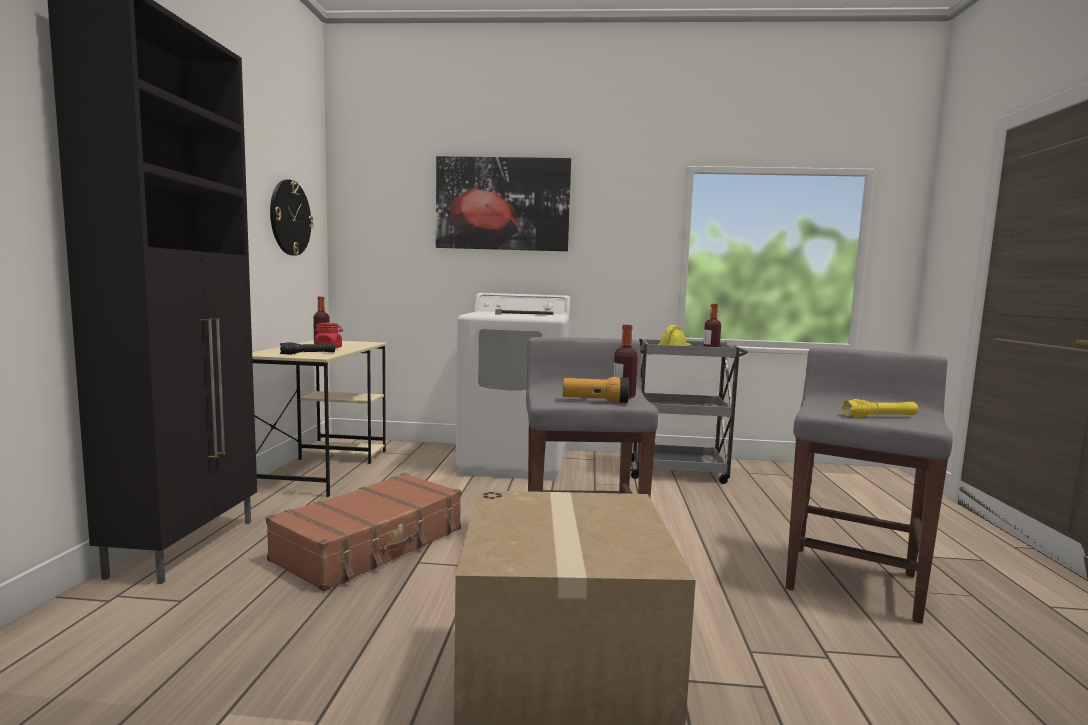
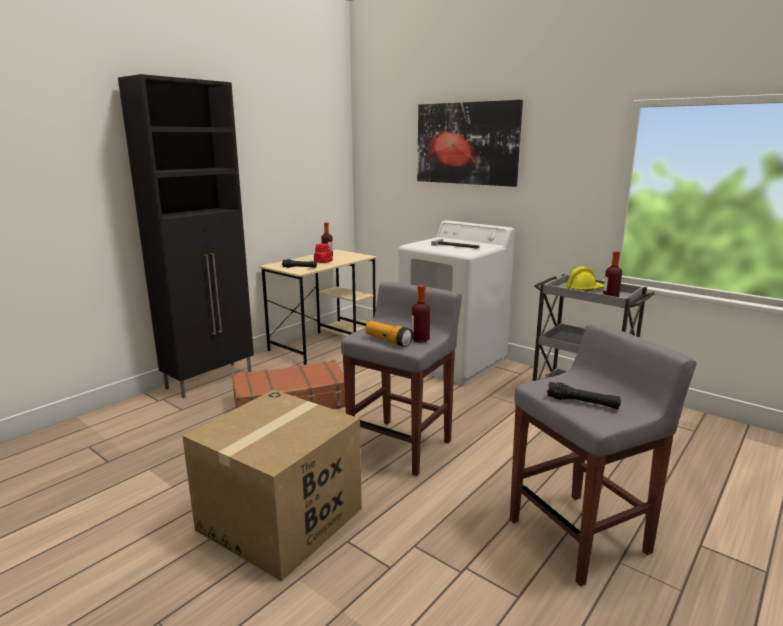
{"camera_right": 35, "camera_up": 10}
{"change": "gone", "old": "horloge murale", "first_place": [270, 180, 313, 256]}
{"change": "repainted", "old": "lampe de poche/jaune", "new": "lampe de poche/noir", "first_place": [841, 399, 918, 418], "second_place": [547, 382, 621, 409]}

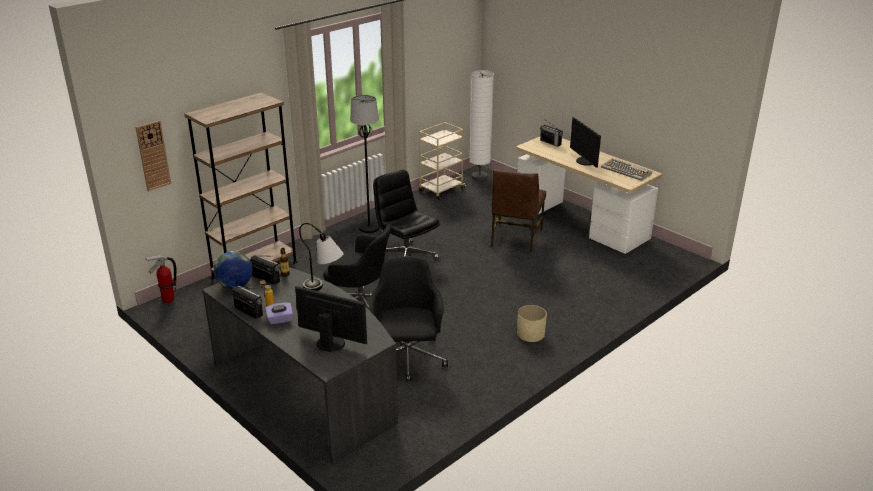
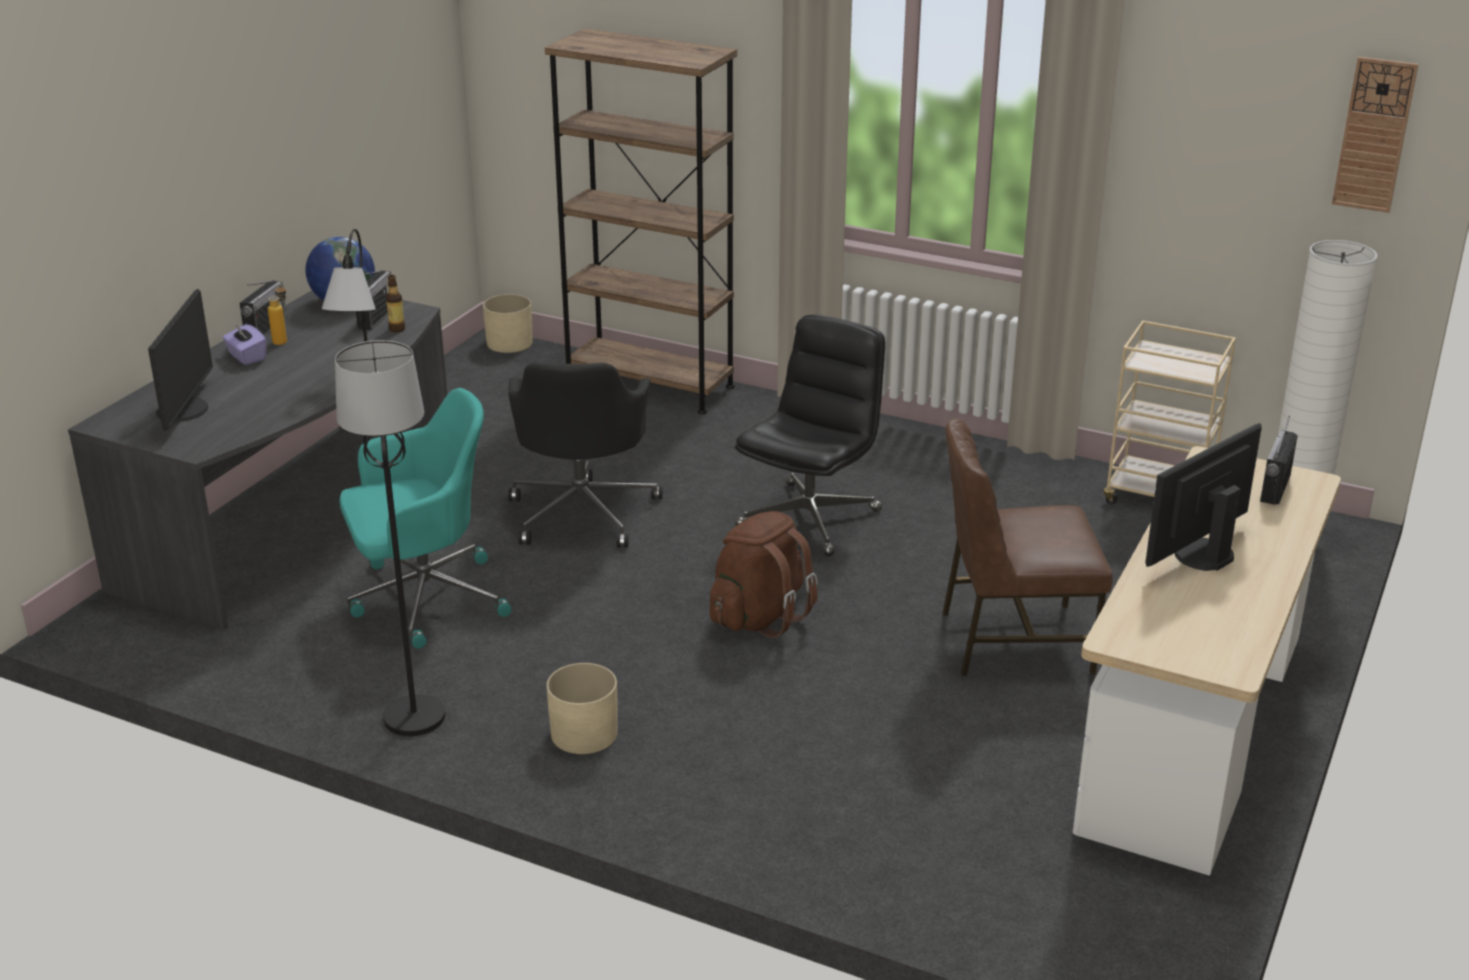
{"camera_right": 70, "camera_up": 0}
{"change": "shifted", "old": "horloge murale", "first_place": [135, 120, 171, 191], "second_place": [1332, 57, 1418, 213]}
{"change": "swapped", "old": "extincteur", "new": "cache-pot/beige", "first_place": [145, 255, 176, 303], "second_place": [483, 294, 533, 353]}
{"change": "shifted", "old": "lampadaire/noir", "first_place": [350, 95, 380, 233], "second_place": [335, 340, 445, 736]}
{"change": "repainted", "old": "chaise de bureau/noir", "new": "chaise de bureau/turquoise", "first_place": [368, 256, 448, 381], "second_place": [339, 388, 512, 649]}
{"change": "gone", "old": "clavier", "first_place": [601, 159, 652, 181]}
{"change": "new", "new": "sac à dos/marron", "second_place": [710, 511, 818, 638]}

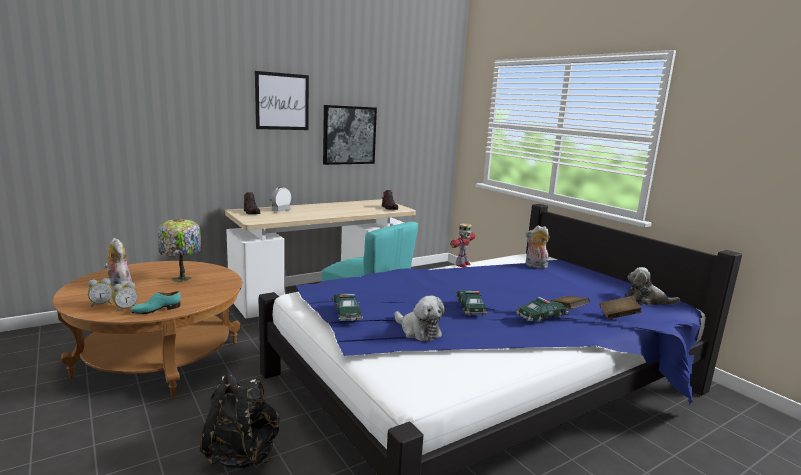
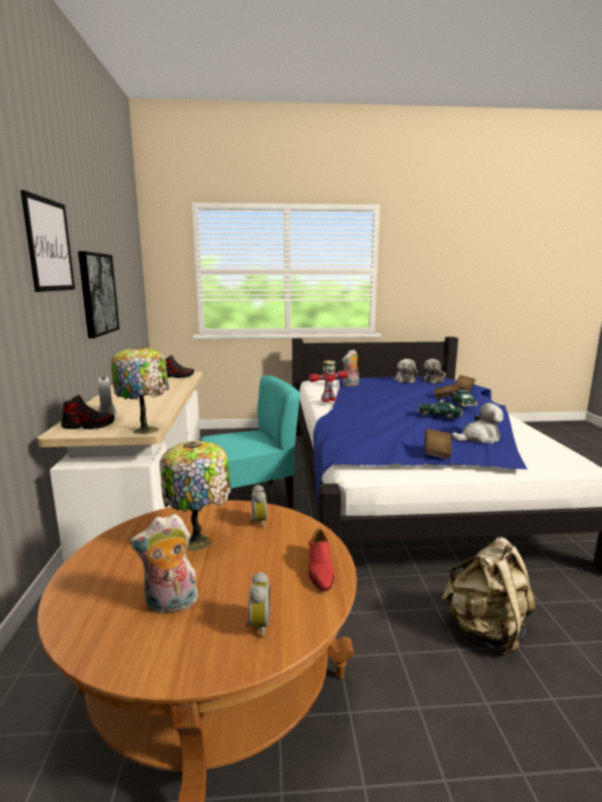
{"camera_right": -60, "camera_up": 0}
{"change": "shifted", "old": "réveil", "first_place": [112, 282, 138, 312], "second_place": [249, 485, 267, 528]}
{"change": "repainted", "old": "chaussure/turquoise", "new": "chaussure/rouge", "first_place": [130, 291, 181, 314], "second_place": [308, 529, 334, 591]}
{"change": "repainted", "old": "sac à dos/noir", "new": "sac à dos/beige", "first_place": [200, 374, 280, 469], "second_place": [442, 537, 536, 655]}
{"change": "swapped", "old": "petite voiture", "new": "livre/marron", "first_place": [333, 293, 363, 321], "second_place": [424, 429, 452, 459]}
{"change": "rotated", "old": "robot jouet", "first_place": [450, 223, 475, 267], "second_place": [308, 361, 348, 402], "degrees": 90}
{"change": "new", "new": "lampe de table", "second_place": [110, 346, 169, 434]}
{"change": "new", "new": "peluche", "second_place": [394, 359, 418, 383]}

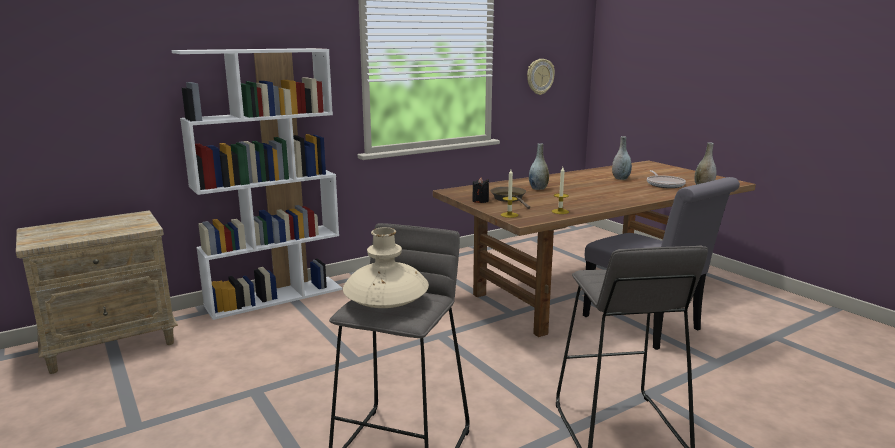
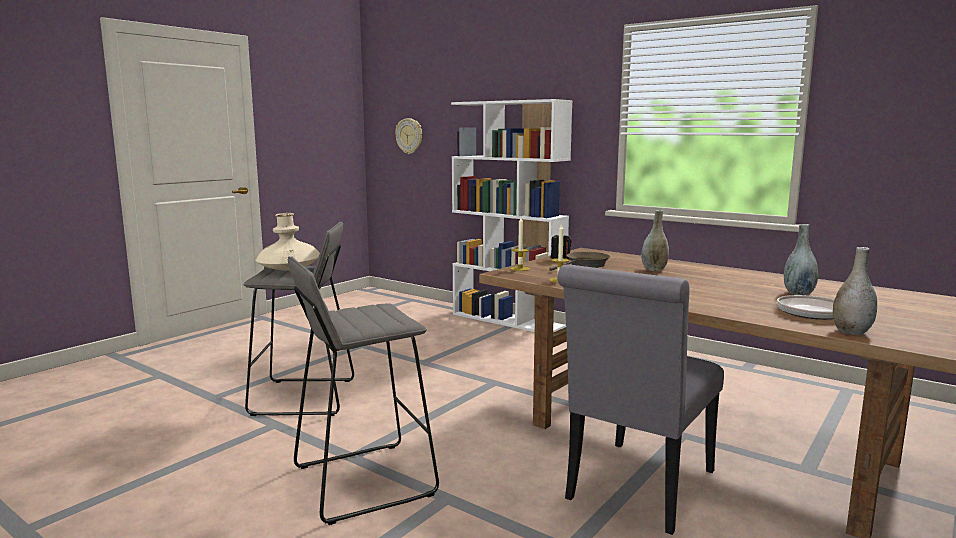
{"camera_right": 70, "camera_up": -5}
{"change": "gone", "old": "table de chevet/beige", "first_place": [16, 211, 178, 374]}
{"change": "shifted", "old": "horloge murale", "first_place": [527, 59, 555, 95], "second_place": [395, 118, 422, 154]}

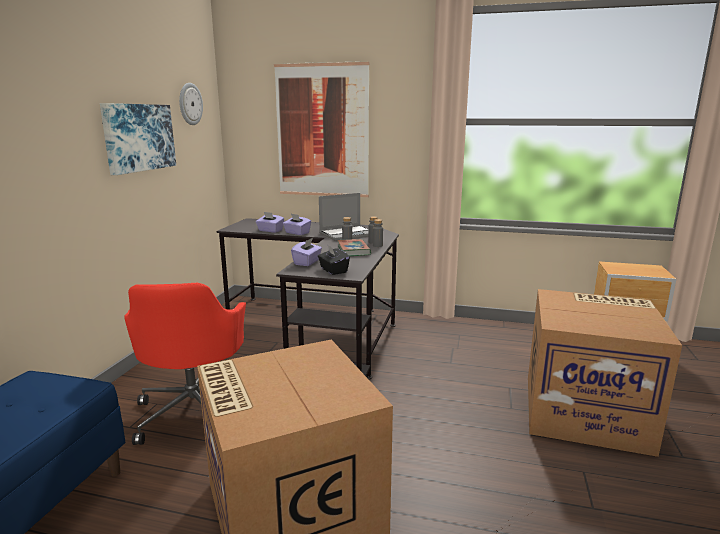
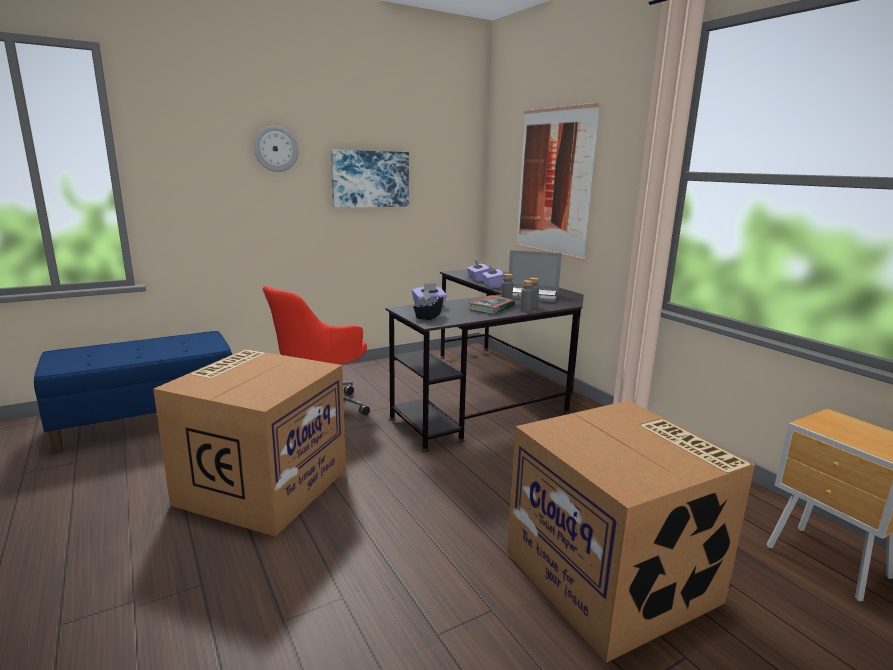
{"camera_right": 45, "camera_up": 0}
{"change": "shifted", "old": "horloge murale", "first_place": [179, 83, 203, 125], "second_place": [254, 126, 298, 172]}

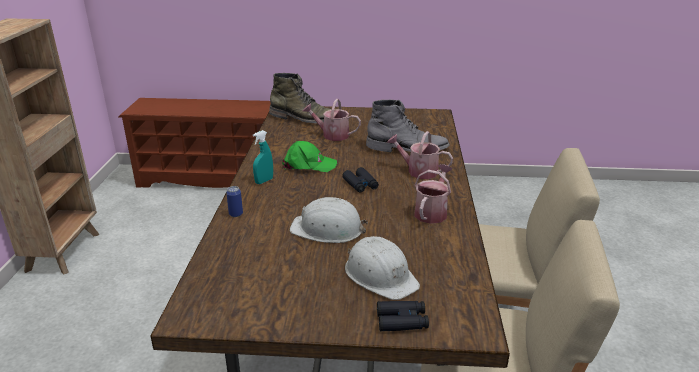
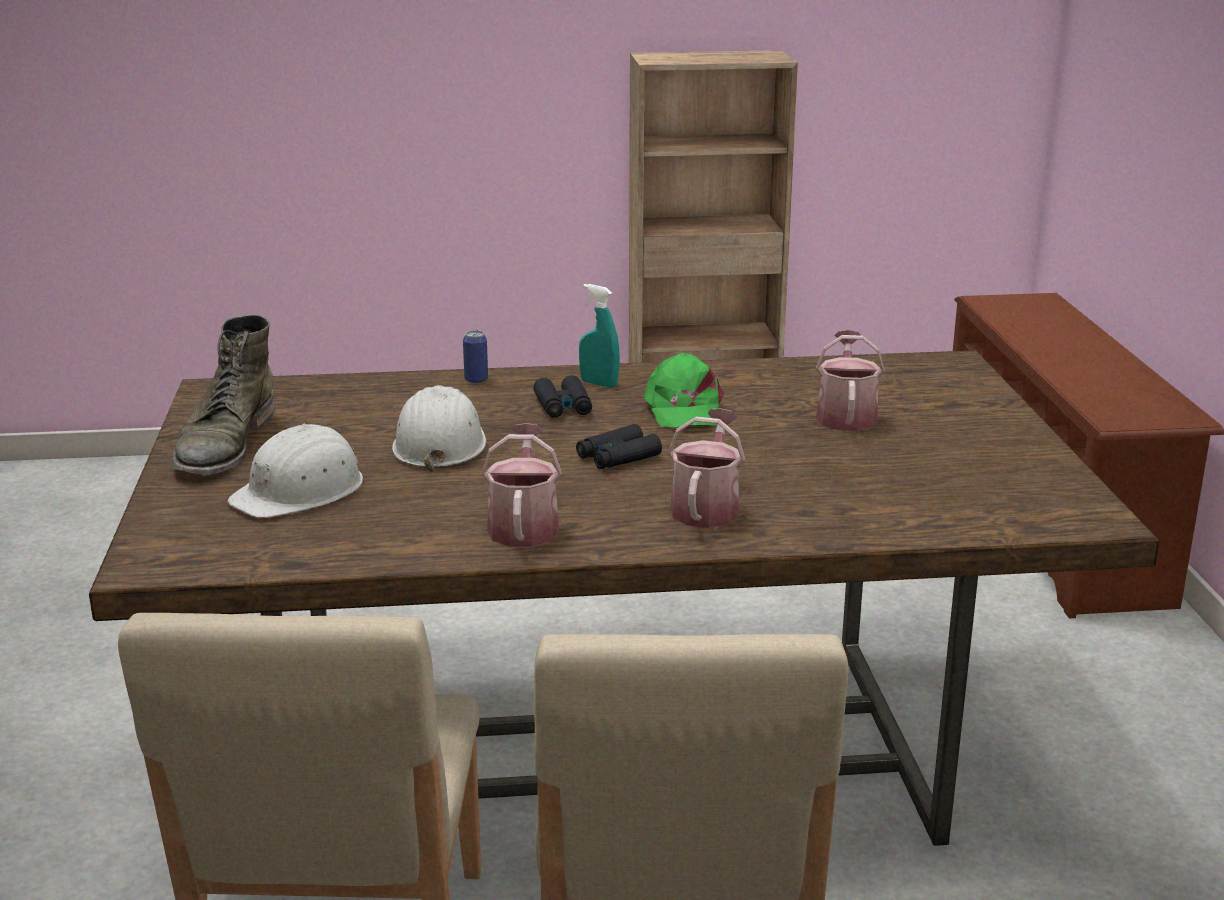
{"camera_right": 80, "camera_up": -5}
{"change": "shifted", "old": "botte/vert", "first_place": [269, 73, 332, 123], "second_place": [171, 315, 274, 476]}
{"change": "gone", "old": "botte/gris", "first_place": [366, 100, 450, 152]}
{"change": "shifted", "old": "jumelles/noir", "first_place": [377, 301, 429, 332], "second_place": [533, 375, 592, 418]}
{"change": "rotated", "old": "arrosoir", "first_place": [414, 164, 453, 224], "second_place": [481, 423, 562, 547], "degrees": -105}

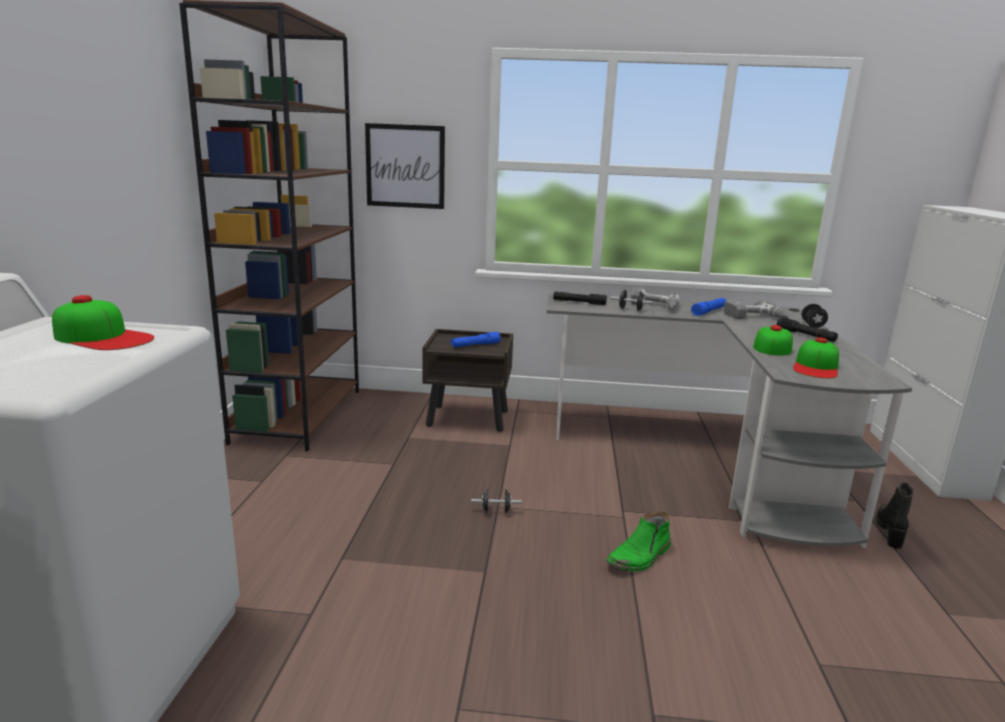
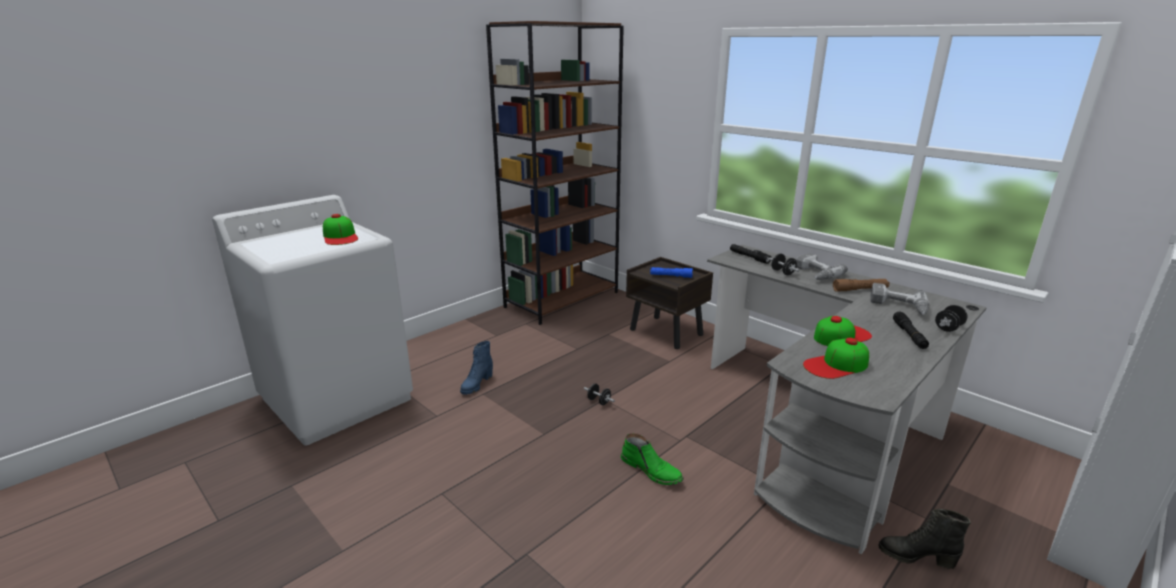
{"camera_right": 40, "camera_up": 5}
{"change": "gone", "old": "tableau", "first_place": [365, 123, 445, 209]}
{"change": "rotated", "old": "botte/vert", "first_place": [606, 512, 671, 572], "second_place": [621, 433, 684, 485], "degrees": -135}
{"change": "repainted", "old": "lampe de poche/bleu", "new": "lampe de poche/marron", "first_place": [691, 298, 727, 316], "second_place": [833, 279, 890, 292]}
{"change": "rotated", "old": "botte/noir", "first_place": [876, 482, 913, 549], "second_place": [878, 509, 971, 569], "degrees": -135}
{"change": "new", "new": "botte/bleu", "second_place": [460, 341, 493, 395]}

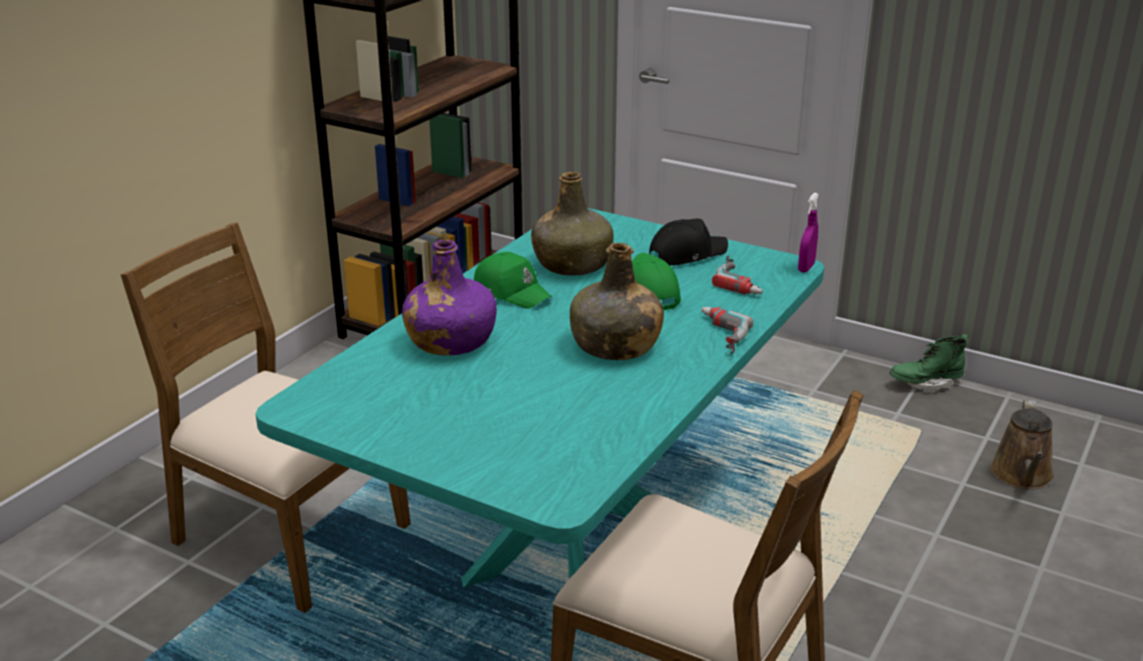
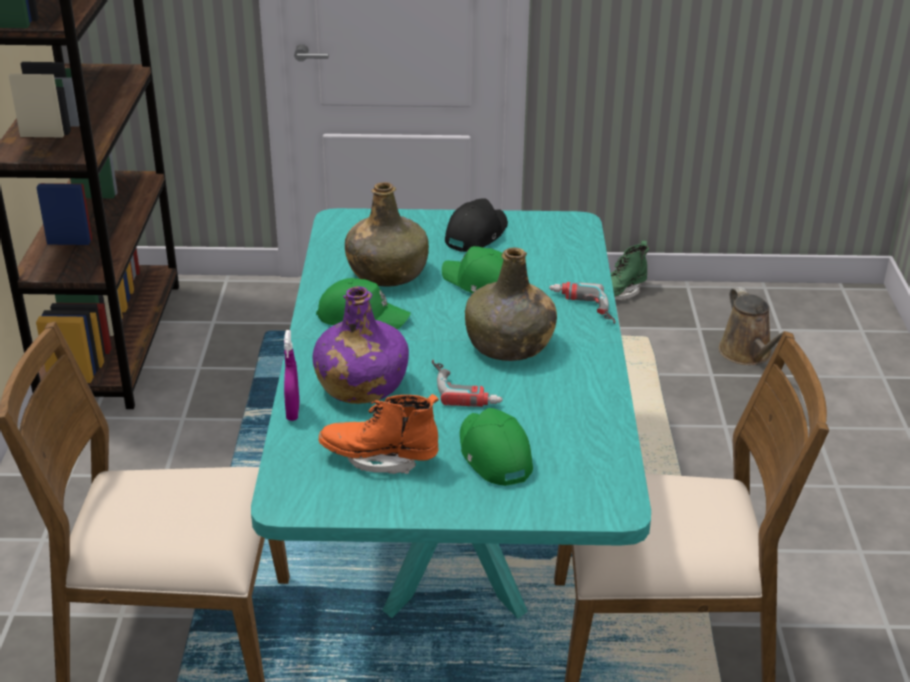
{"camera_right": -30, "camera_up": 5}
{"change": "shifted", "old": "perceuse", "first_place": [712, 256, 763, 295], "second_place": [432, 360, 503, 407]}
{"change": "shifted", "old": "vaporisateur/violet", "first_place": [798, 193, 819, 273], "second_place": [284, 330, 300, 421]}
{"change": "new", "new": "botte/orange", "second_place": [319, 394, 439, 474]}
{"change": "new", "new": "casquette/vert", "second_place": [460, 408, 533, 486]}

